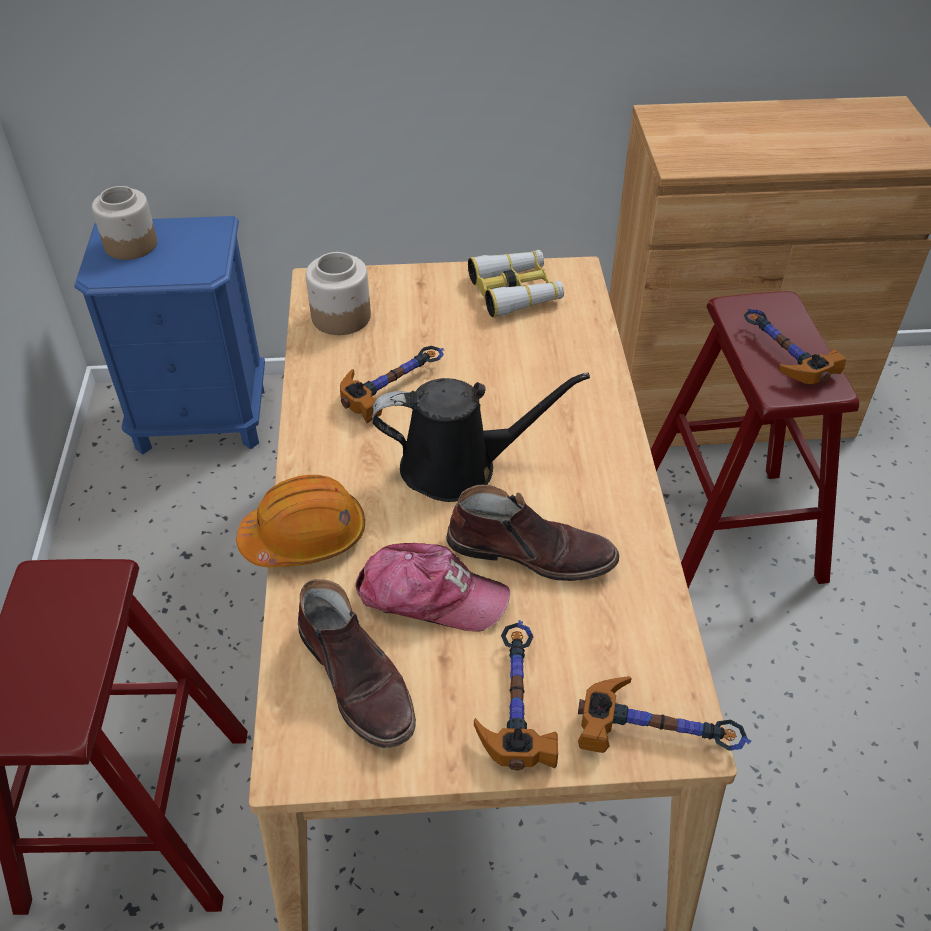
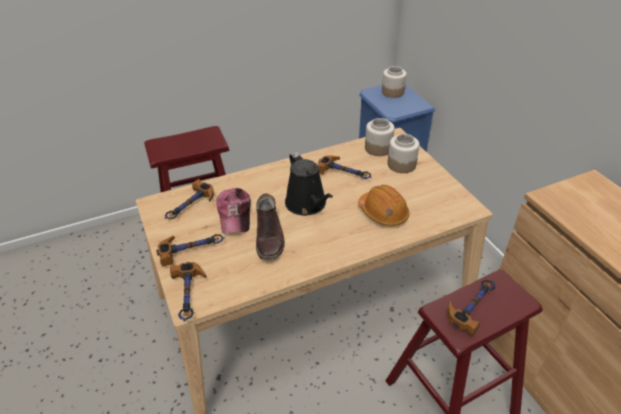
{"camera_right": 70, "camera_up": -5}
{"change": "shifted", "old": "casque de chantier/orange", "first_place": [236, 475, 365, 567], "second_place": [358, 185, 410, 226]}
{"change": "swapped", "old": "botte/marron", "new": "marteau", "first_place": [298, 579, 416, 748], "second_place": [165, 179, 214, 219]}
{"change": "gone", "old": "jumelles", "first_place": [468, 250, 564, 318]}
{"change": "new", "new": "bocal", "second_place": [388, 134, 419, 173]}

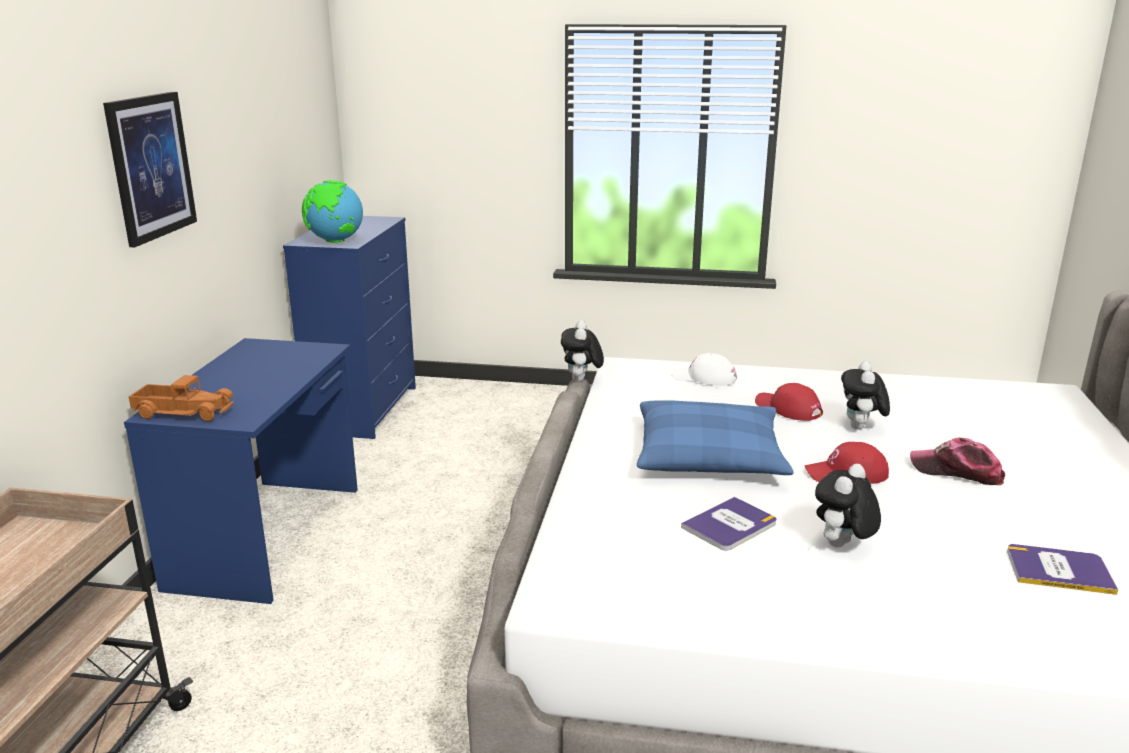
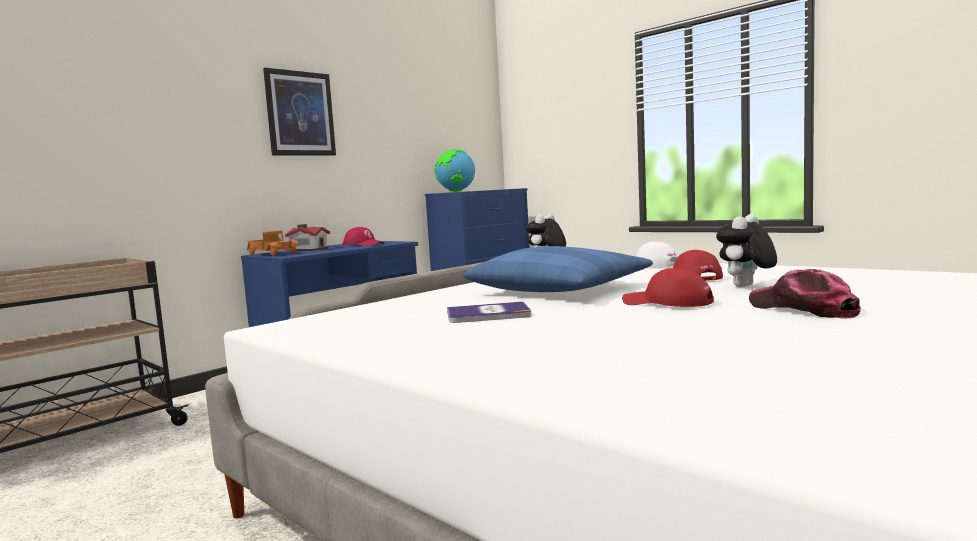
{"camera_right": 35, "camera_up": -15}
{"change": "gone", "old": "peluche", "first_place": [815, 464, 881, 548]}
{"change": "gone", "old": "livre", "first_place": [1007, 544, 1118, 595]}
{"change": "new", "new": "maison miniature", "second_place": [285, 224, 330, 251]}
{"change": "new", "new": "casquette/rouge", "second_place": [342, 227, 384, 246]}

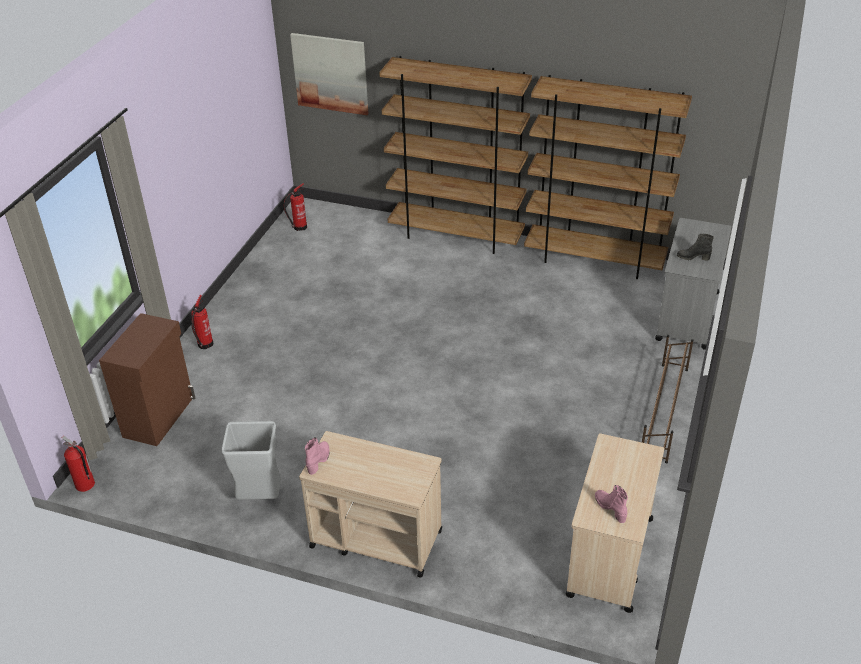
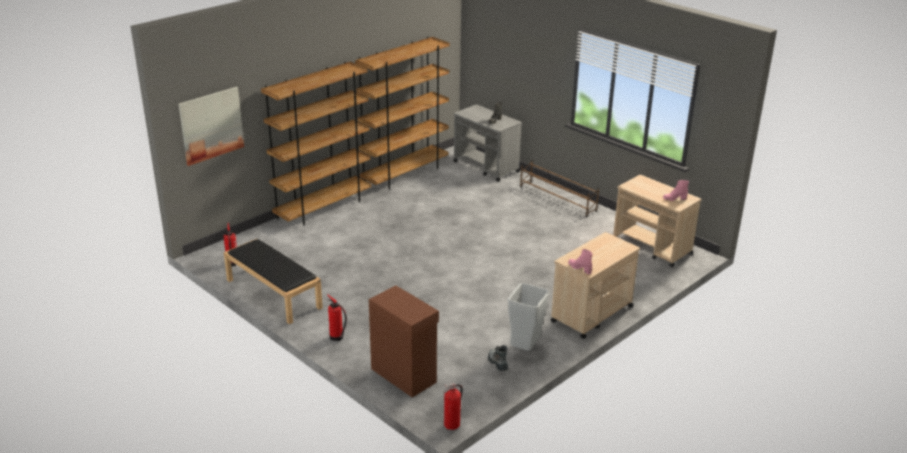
{"camera_right": -65, "camera_up": -10}
{"change": "new", "new": "banc/noir", "second_place": [224, 239, 323, 325]}
{"change": "new", "new": "botte", "second_place": [488, 345, 508, 371]}

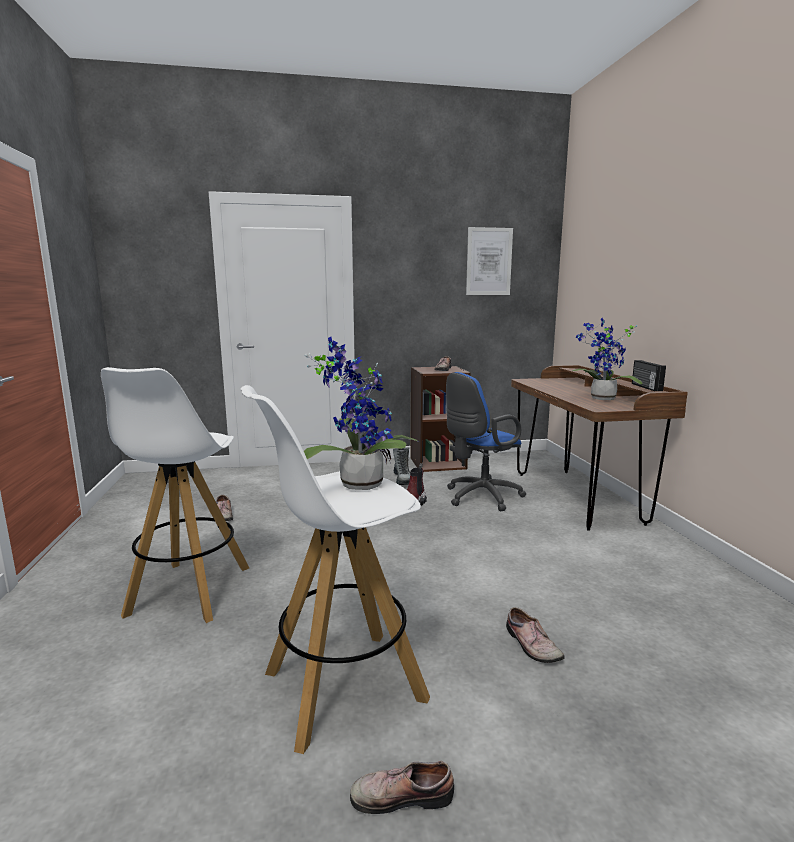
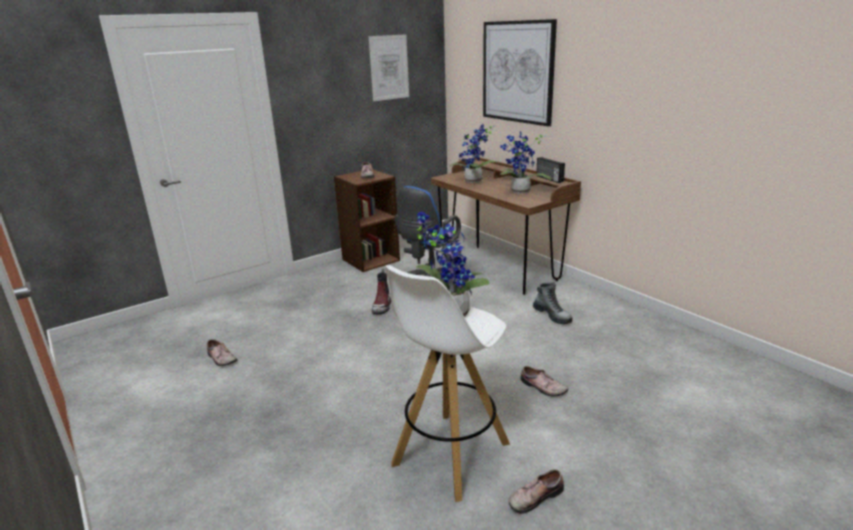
{"camera_right": -25, "camera_up": 10}
{"change": "gone", "old": "tabouret/blanc", "first_place": [101, 367, 249, 623]}
{"change": "shifted", "old": "botte", "first_place": [393, 448, 410, 485], "second_place": [533, 282, 573, 324]}
{"change": "new", "new": "plante en pot", "second_place": [449, 124, 500, 183]}
{"change": "new", "new": "tableau", "second_place": [483, 19, 557, 127]}

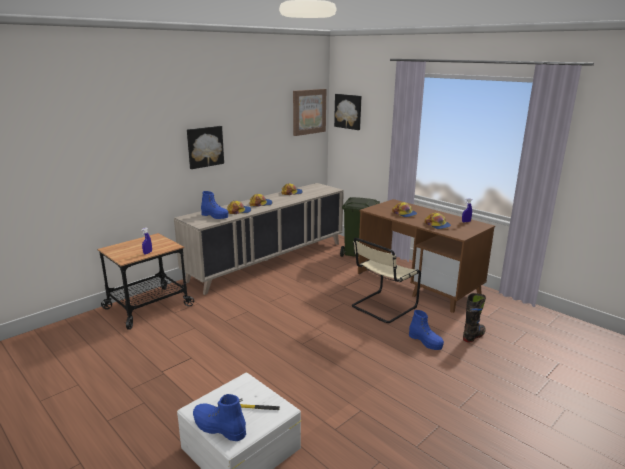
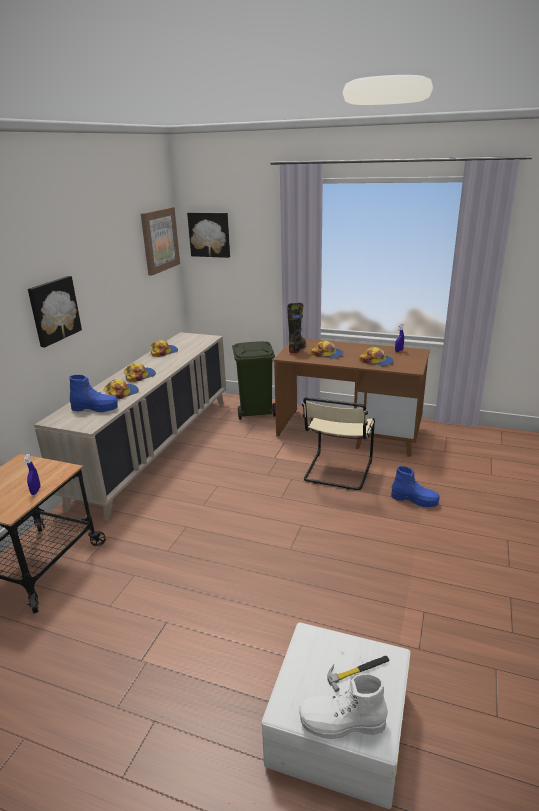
{"camera_right": -25, "camera_up": 5}
{"change": "repainted", "old": "botte/bleu", "new": "botte/blanc", "first_place": [193, 394, 246, 441], "second_place": [299, 673, 388, 739]}
{"change": "shifted", "old": "botte/noir", "first_place": [463, 293, 486, 342], "second_place": [287, 303, 306, 353]}

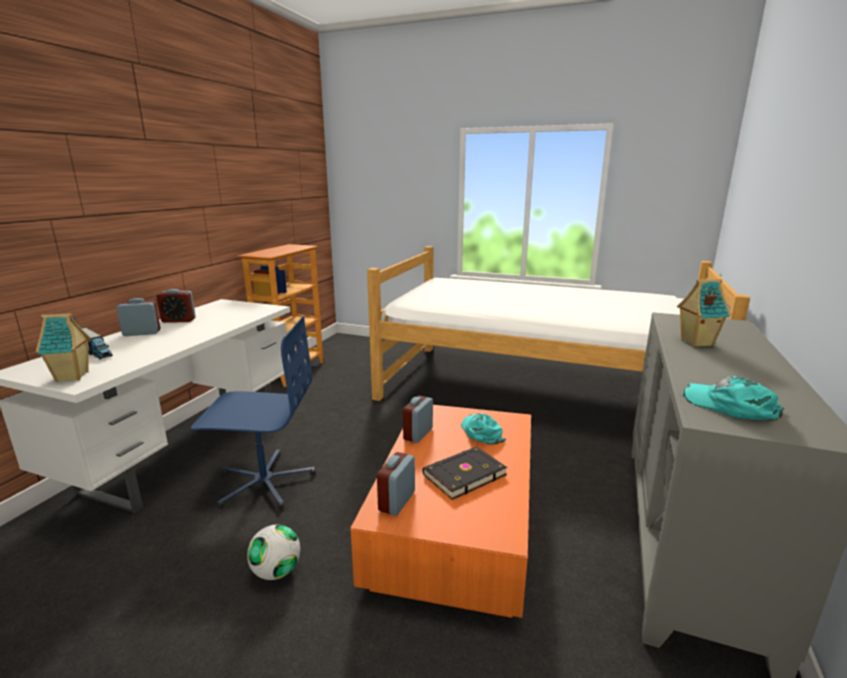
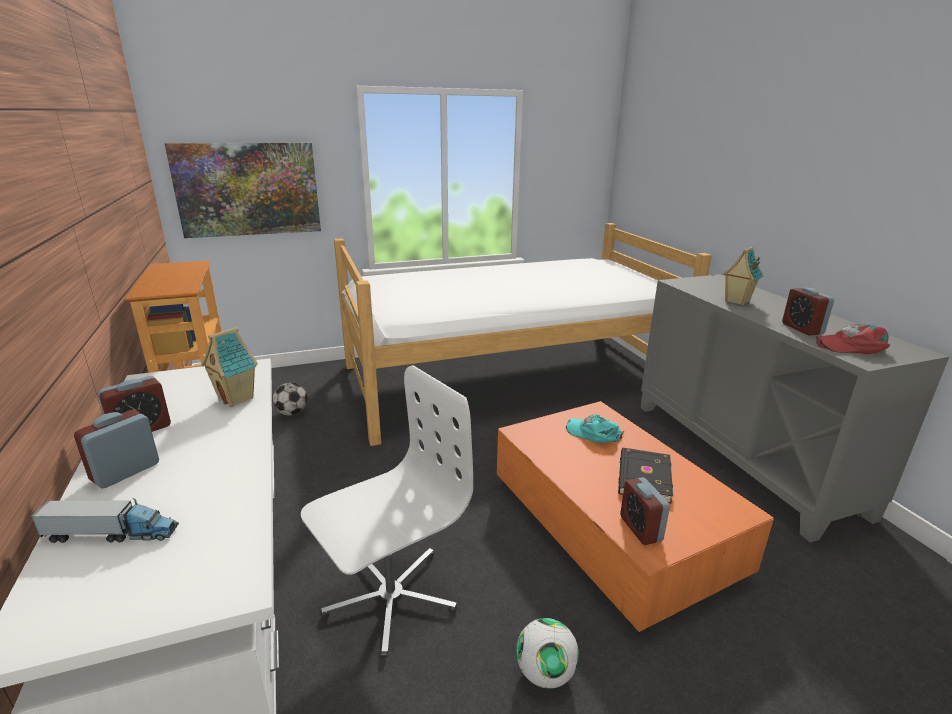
{"camera_right": -40, "camera_up": 5}
{"change": "shifted", "old": "maison miniature", "first_place": [36, 313, 91, 382], "second_place": [201, 327, 258, 407]}
{"change": "repainted", "old": "chaise de bureau/bleu", "new": "chaise de bureau/blanc", "first_place": [191, 316, 316, 509], "second_place": [301, 365, 473, 658]}
{"change": "shifted", "old": "réveil", "first_place": [403, 395, 433, 443], "second_place": [782, 288, 834, 335]}
{"change": "repainted", "old": "casquette/turquoise", "new": "casquette/rouge", "first_place": [682, 376, 784, 421], "second_place": [816, 324, 890, 354]}
{"change": "new", "new": "tableau", "second_place": [165, 143, 321, 238]}
{"change": "new", "new": "ballon de foot", "second_place": [273, 382, 308, 416]}

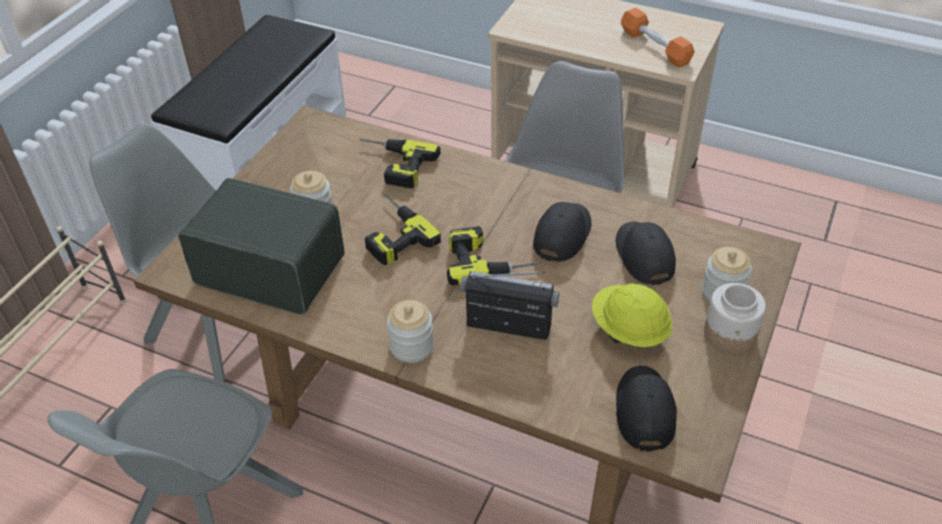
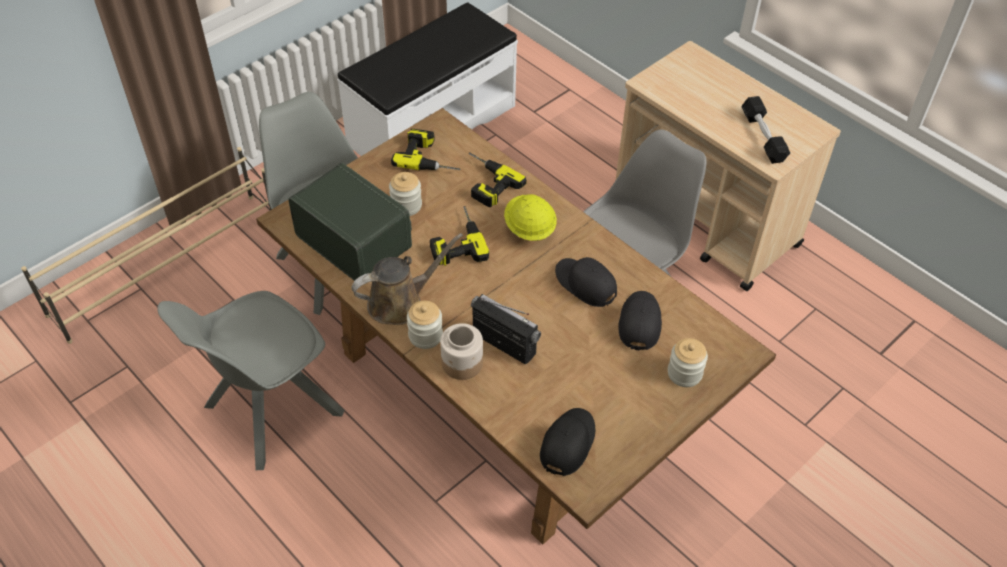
{"camera_right": 20, "camera_up": 5}
{"change": "shifted", "old": "perceuse", "first_place": [447, 226, 542, 286], "second_place": [391, 129, 461, 170]}
{"change": "rotated", "old": "casquette/noir", "first_place": [533, 202, 591, 262], "second_place": [555, 257, 617, 307], "degrees": -90}
{"change": "shifted", "old": "casque de chantier/jaune", "first_place": [592, 283, 672, 347], "second_place": [504, 194, 557, 241]}
{"change": "repainted", "old": "haltère/orange", "new": "haltère/noir", "first_place": [621, 8, 695, 68], "second_place": [742, 96, 790, 164]}
{"change": "shifted", "old": "bocal", "first_place": [704, 283, 766, 354], "second_place": [440, 323, 483, 380]}
{"change": "new", "new": "arrosoir/marron", "second_place": [352, 233, 463, 325]}

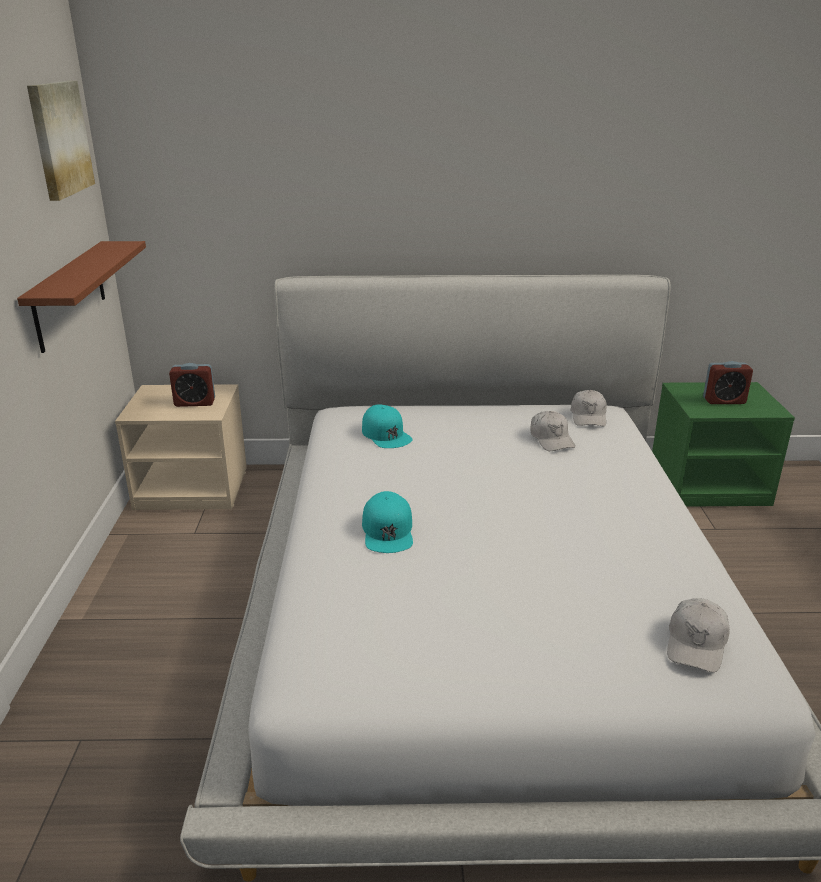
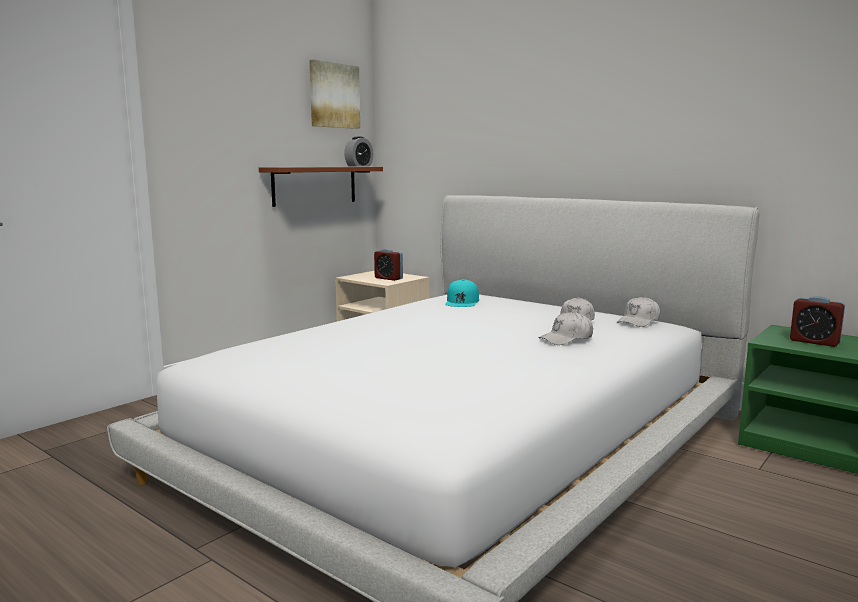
{"camera_right": 40, "camera_up": -15}
{"change": "gone", "old": "casquette/turquoise", "first_place": [362, 491, 413, 553]}
{"change": "shifted", "old": "casquette/blanc", "first_place": [667, 598, 730, 672], "second_place": [539, 311, 593, 345]}
{"change": "new", "new": "réveil", "second_place": [344, 136, 373, 167]}

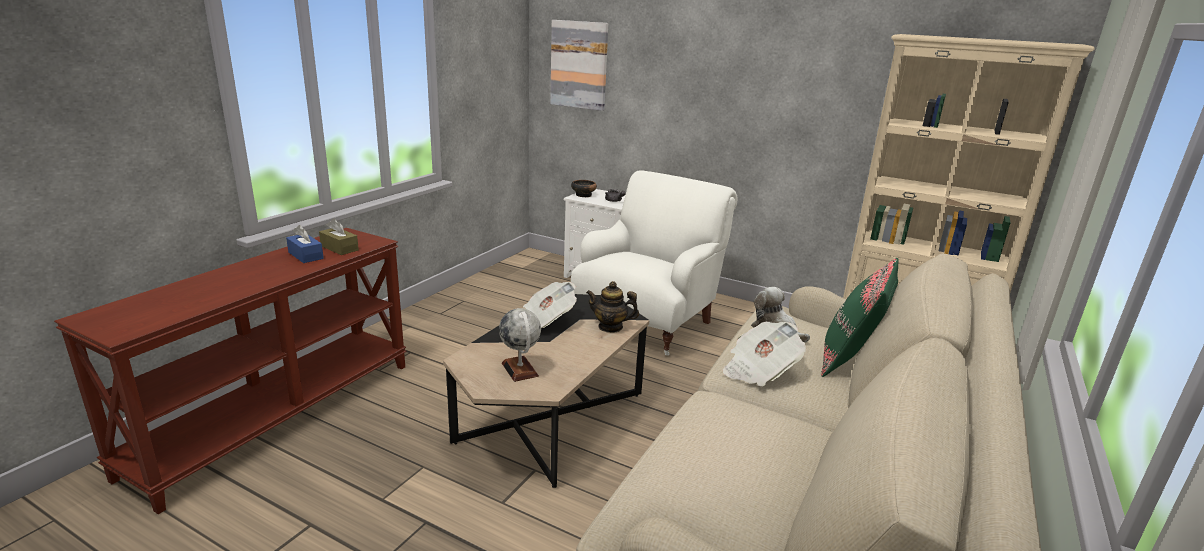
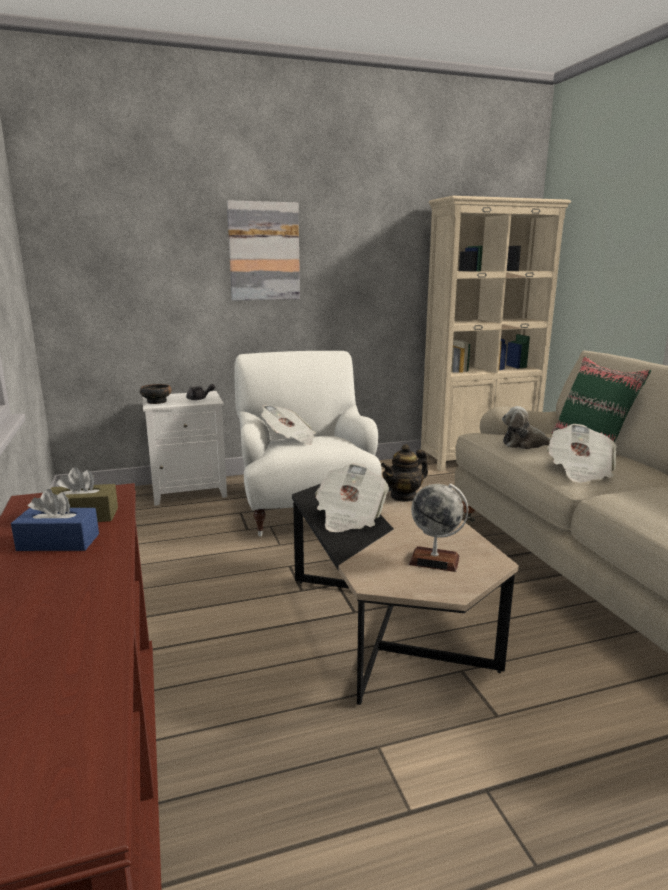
{"camera_right": -45, "camera_up": -5}
{"change": "shifted", "old": "tableau", "first_place": [550, 20, 608, 111], "second_place": [227, 200, 300, 301]}
{"change": "new", "new": "journal", "second_place": [261, 405, 316, 445]}

